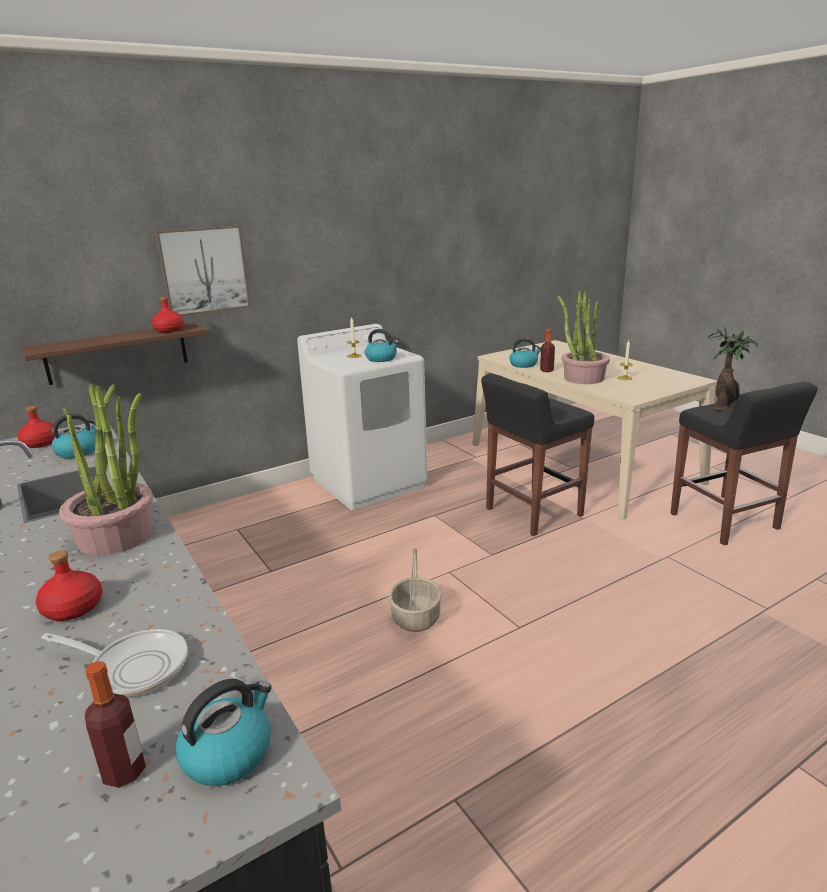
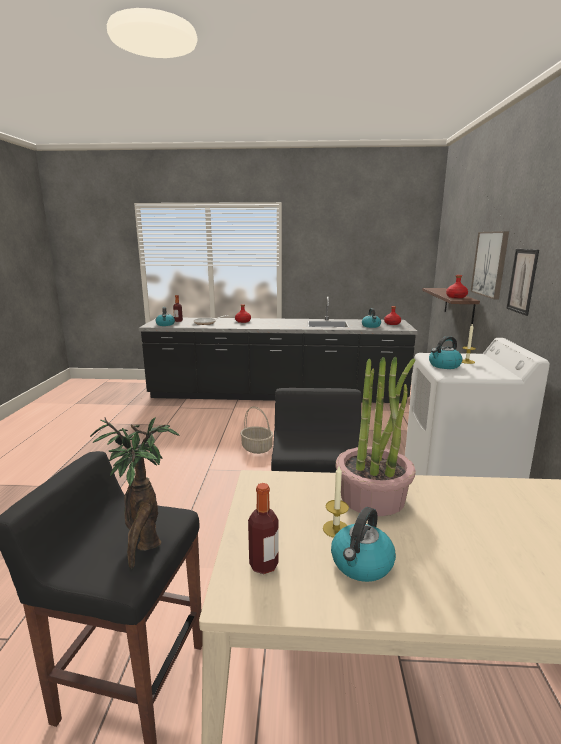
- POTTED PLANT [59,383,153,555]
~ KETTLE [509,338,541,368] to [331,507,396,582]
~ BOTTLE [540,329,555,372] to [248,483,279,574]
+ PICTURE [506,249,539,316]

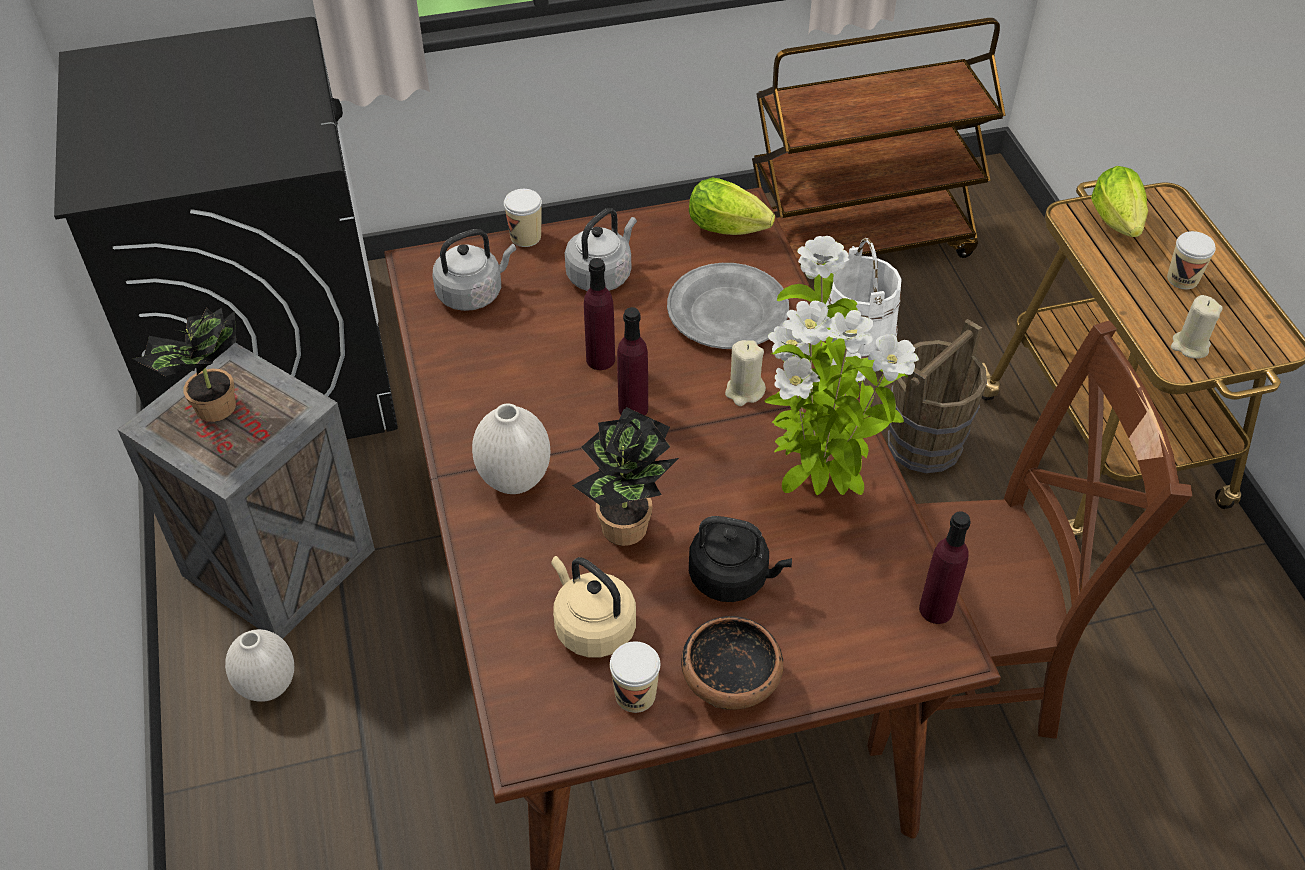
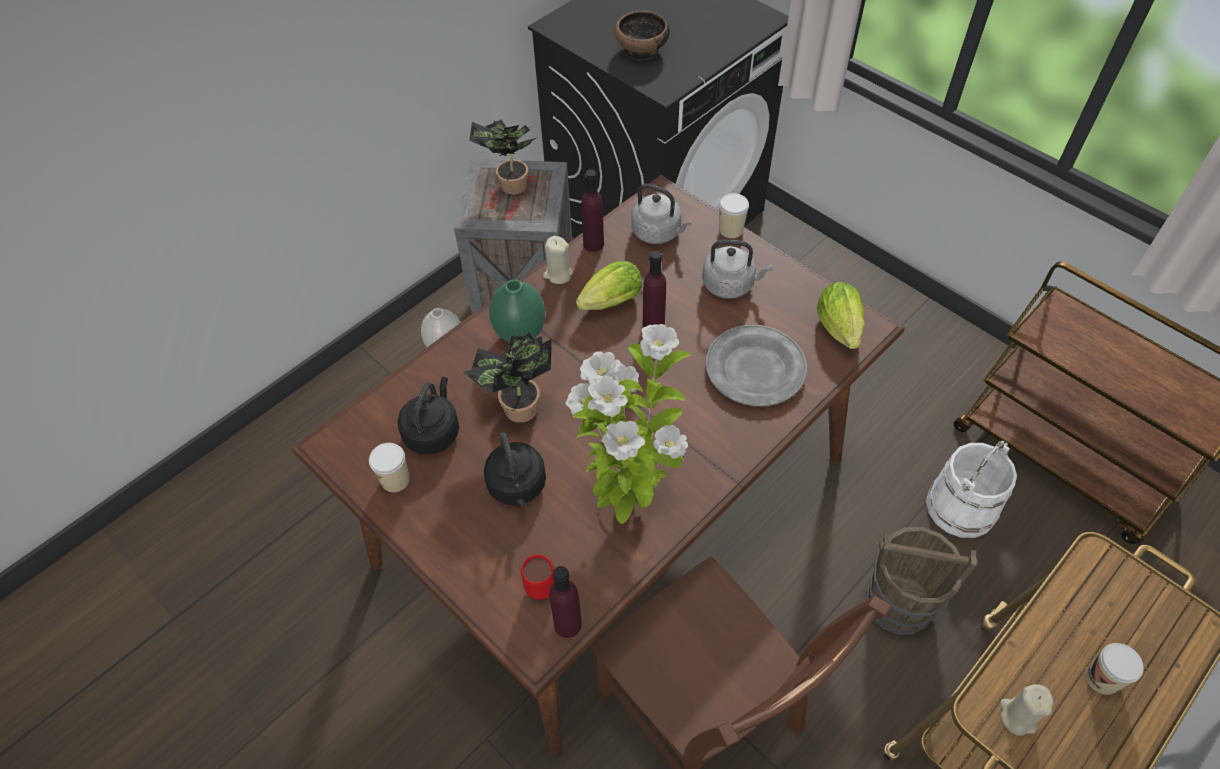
~ WHITE VASE [472,404,551,494] to GREEN VASE [489,279,545,343]
~ BEIGE KETTLE [551,556,636,658] to BLACK KETTLE [398,377,459,454]
~ PURPLE BOTTLE [617,307,648,415] to [581,169,604,252]
~ BOWL [681,616,783,710] to [614,11,670,60]
~ BEIGE CANDLE [725,340,766,406] to [543,236,573,284]
~ LETTUCE [1091,166,1148,237] to [576,261,642,310]
+ RED MUG [521,555,566,600]

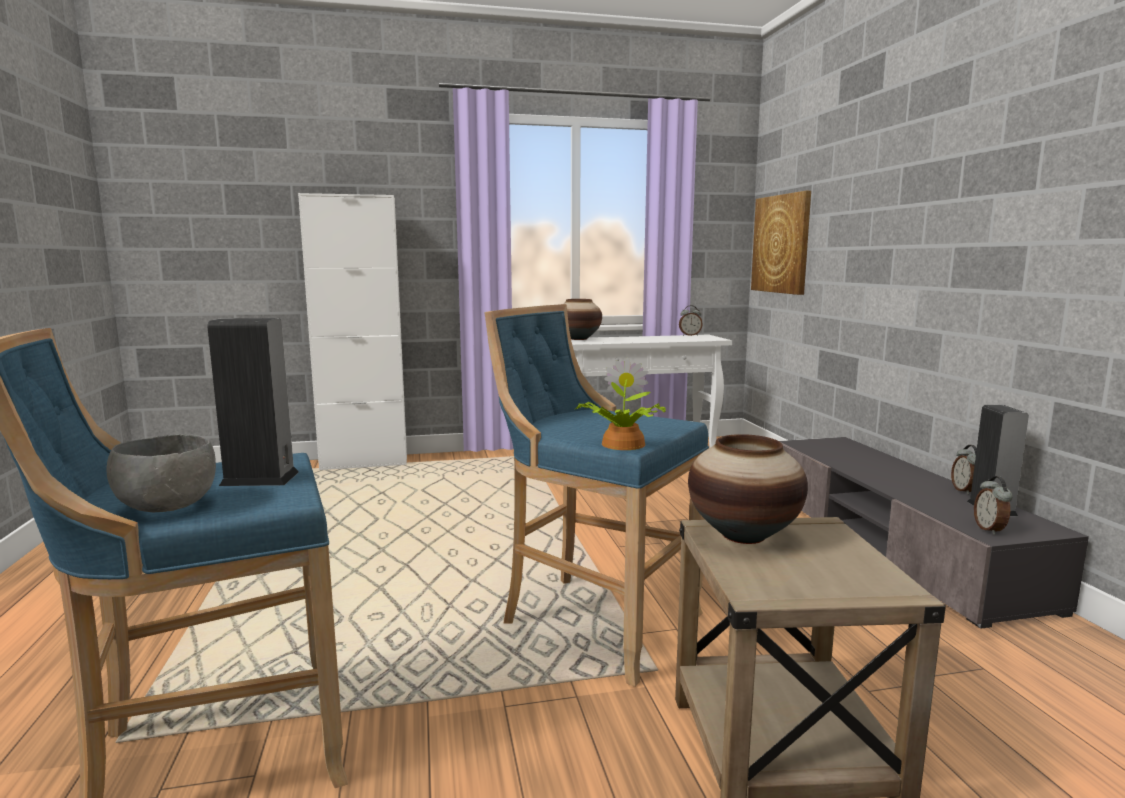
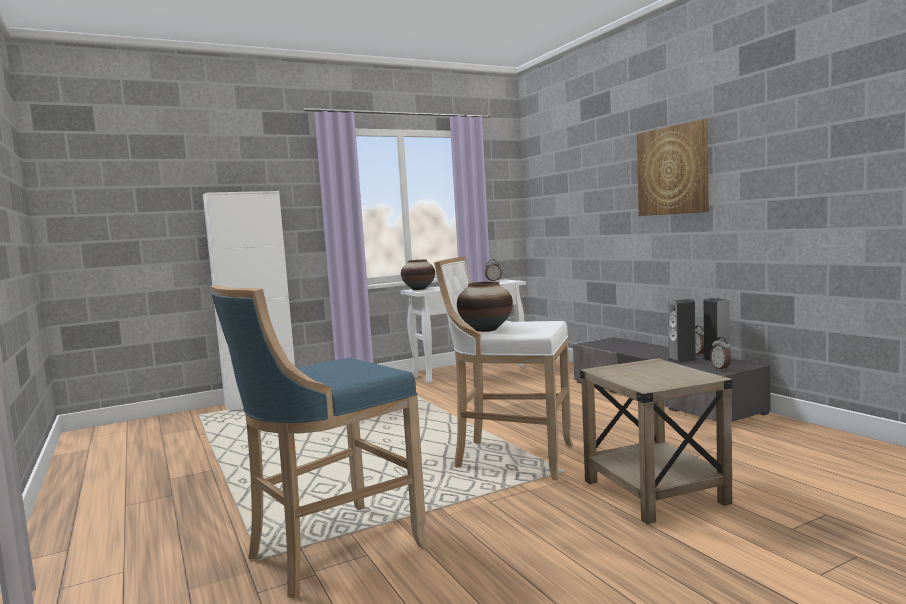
- GREY BOWL [107,434,216,513]
~ SPEAKER [208,318,299,486] to [668,299,698,363]
~ BLUE STOOL [484,304,709,687] to WHITE STOOL [434,257,573,480]
- POTTED PLANT [576,357,666,450]
~ VASE [688,434,808,544] to [457,281,513,332]
~ PICTURE [751,191,811,295] to [637,119,709,216]

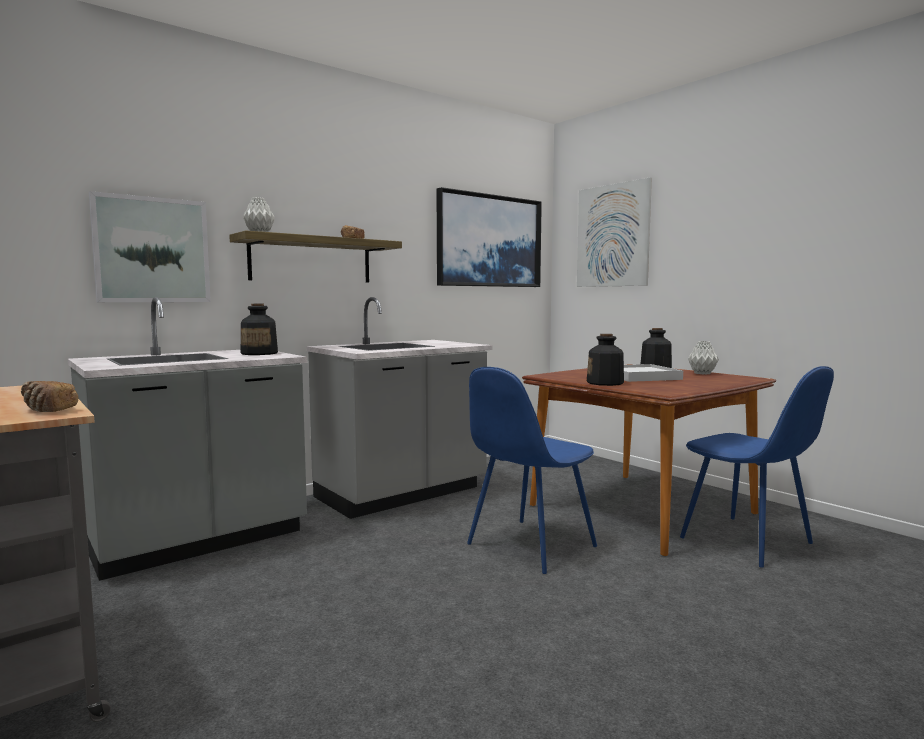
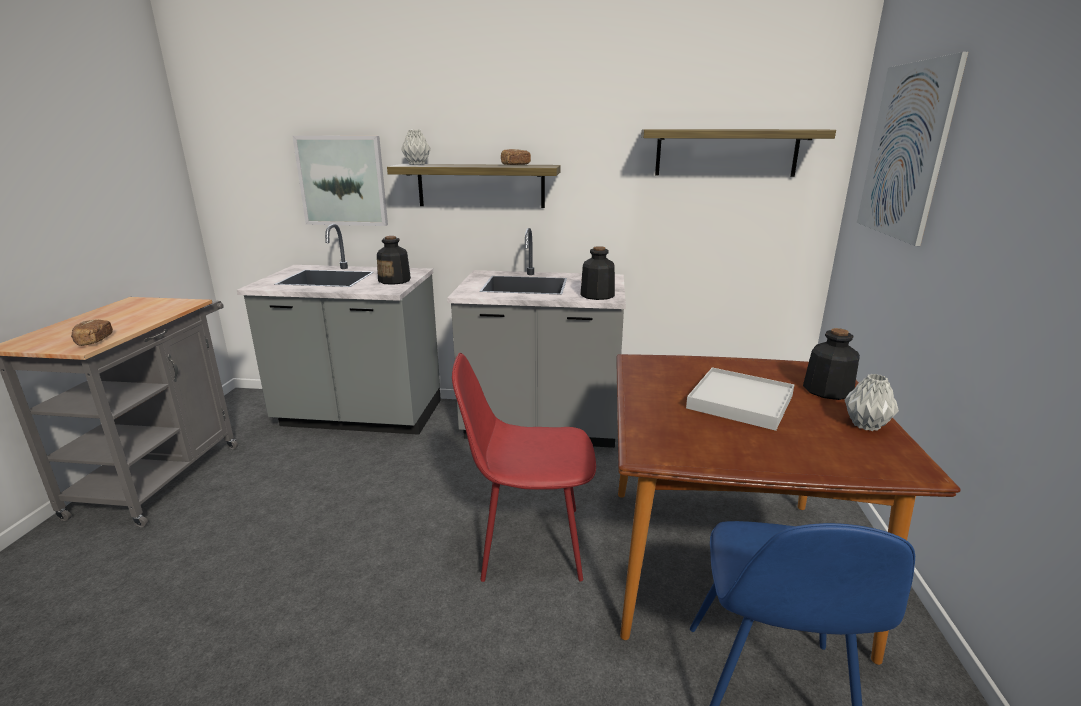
~ PICTURE [437,187,542,287] to SHELF [641,129,836,177]
~ BLUE CHAIR [467,367,597,574] to RED CHAIR [452,353,596,582]
~ BOTTLE [587,334,624,386] to [580,246,615,300]

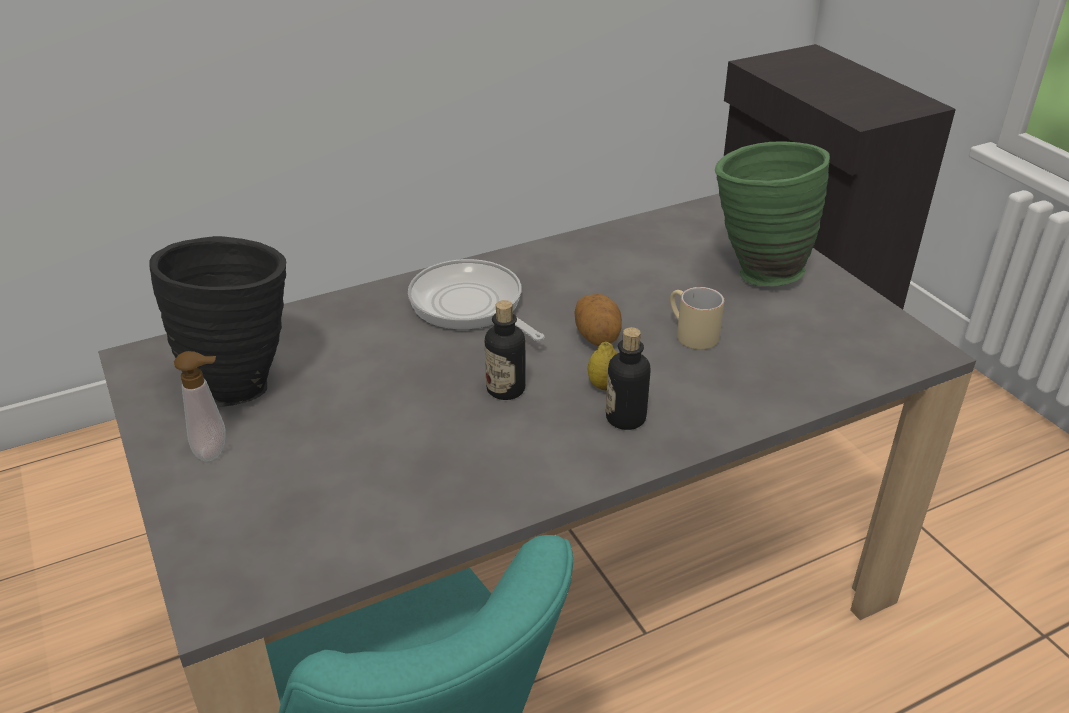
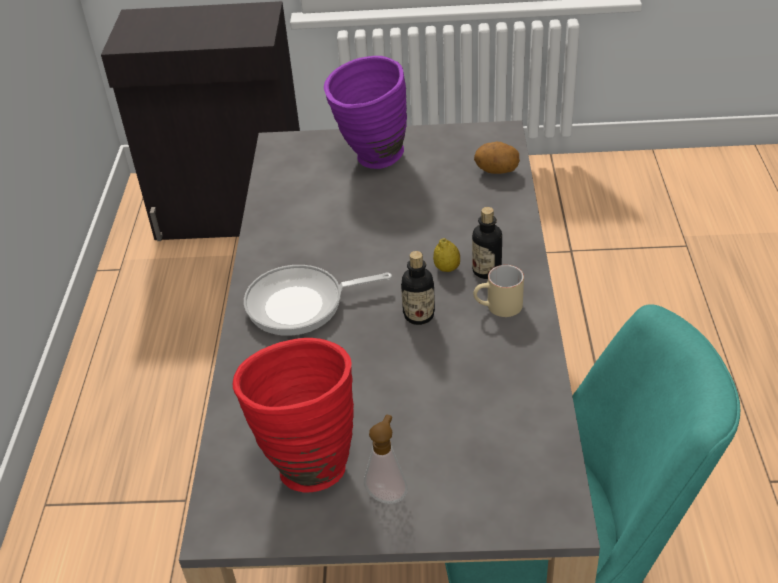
~ BLACK VASE [150,236,286,407] to RED VASE [233,338,354,492]
~ POTATO [575,294,622,346] to [474,142,520,174]
~ BEIGE MUG [670,287,724,350] to [473,265,524,317]
~ GREEN VASE [715,141,830,286] to PURPLE VASE [324,56,407,169]

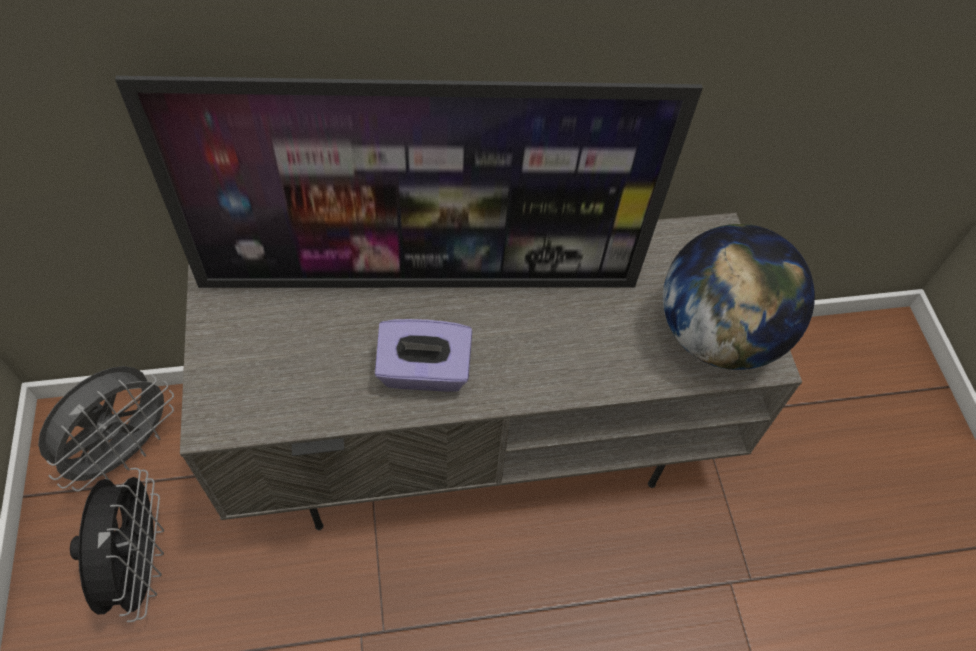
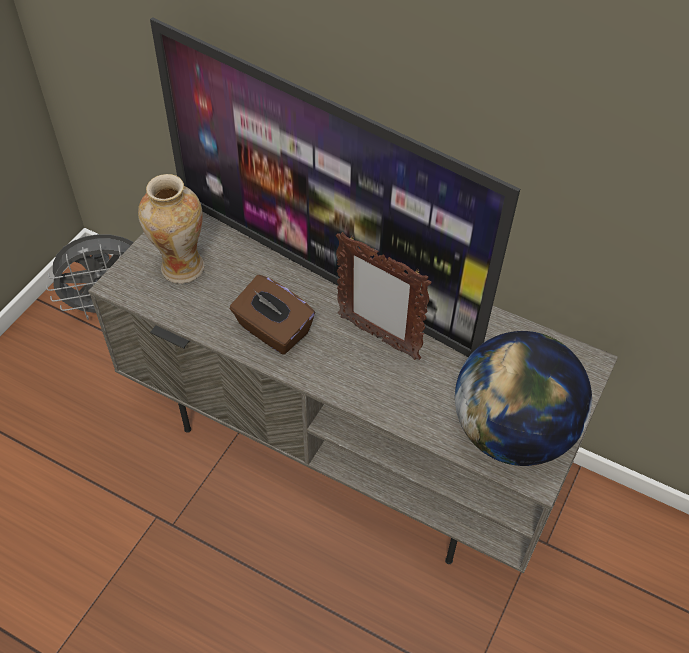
- BLACK FAN [70,468,164,622]
~ PURPLE TISSUE BOX [375,319,472,392] to BROWN TISSUE BOX [230,275,315,355]
+ VASE [138,174,204,284]
+ PICTURE FRAME [336,232,432,360]

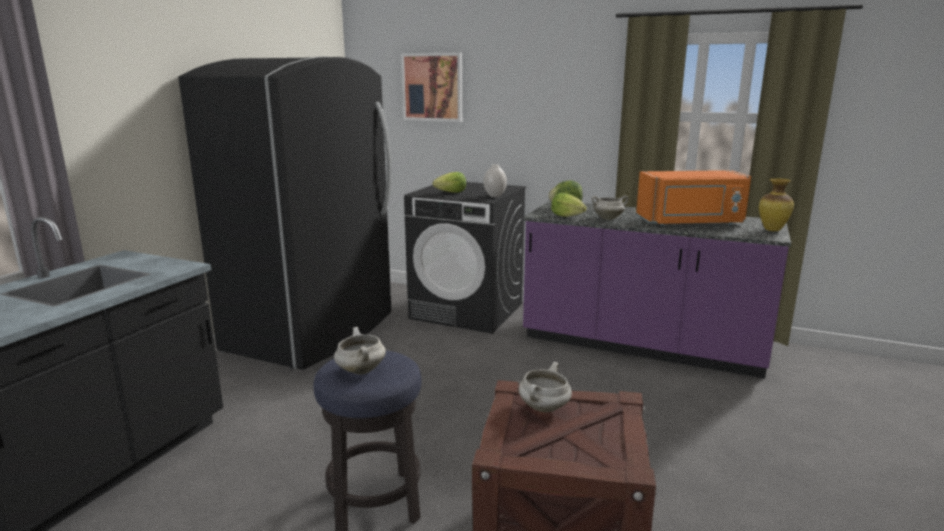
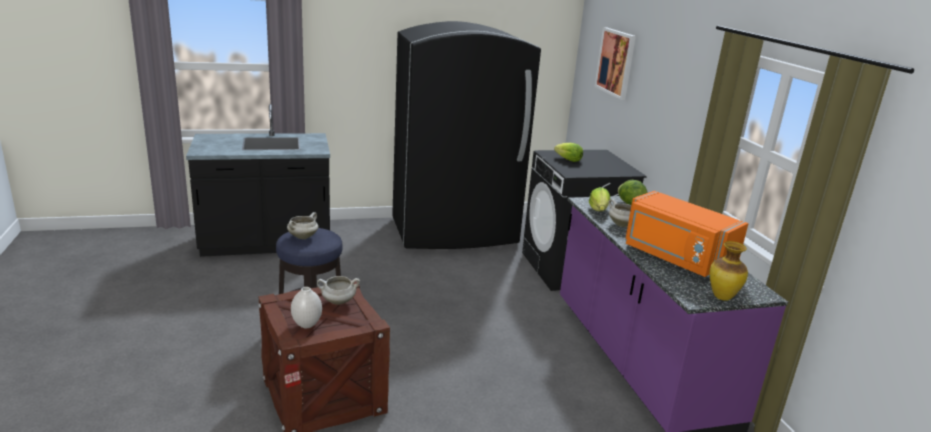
~ WHITE VASE [484,164,507,197] to [291,287,322,328]

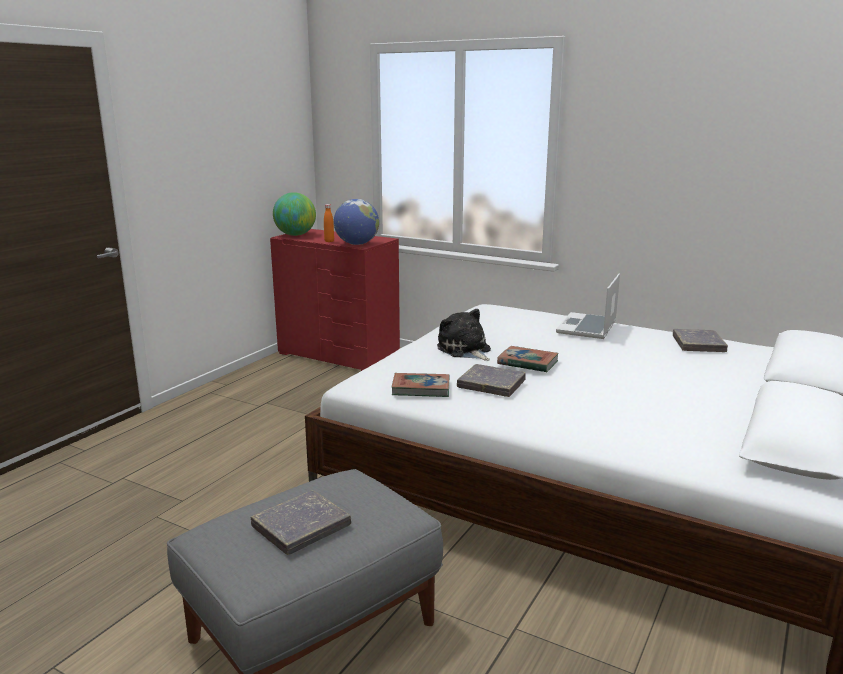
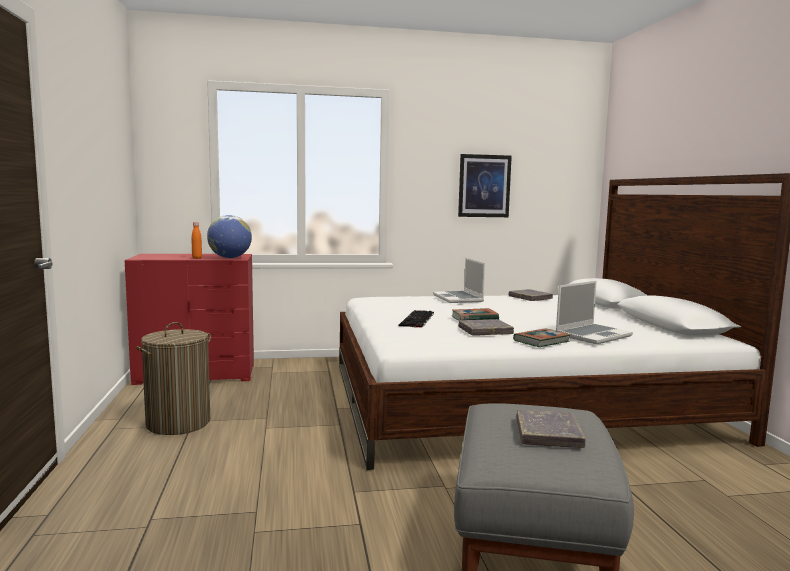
- GLOBE [273,192,316,236]
~ BOOK [392,373,449,397] to [513,328,571,347]
~ PLUSH TOY [437,309,491,361] to KEYBOARD [399,310,434,328]
+ LAUNDRY BASKET [136,322,211,435]
+ PICTURE [458,154,512,217]
+ LAPTOP [556,281,633,345]

